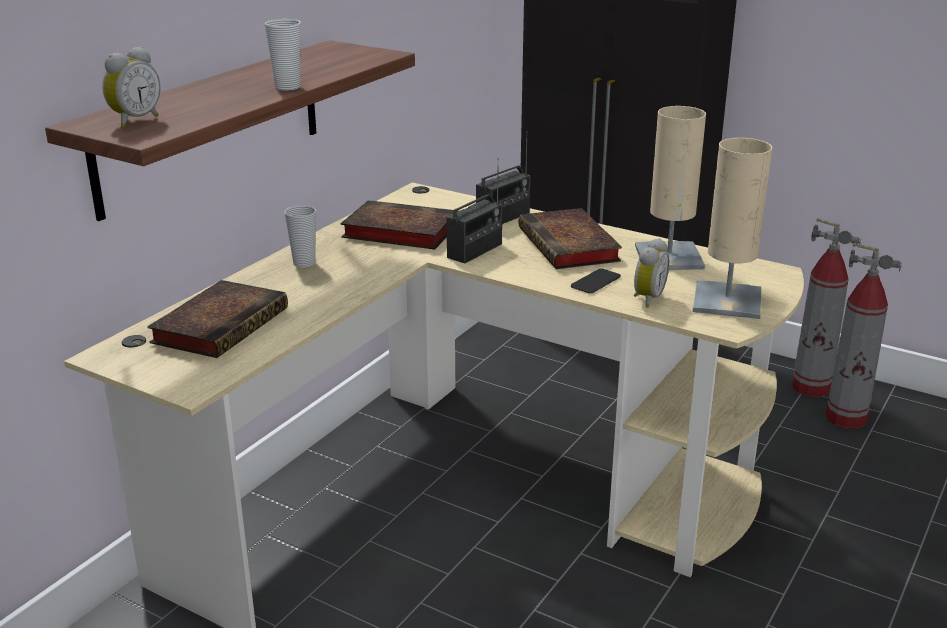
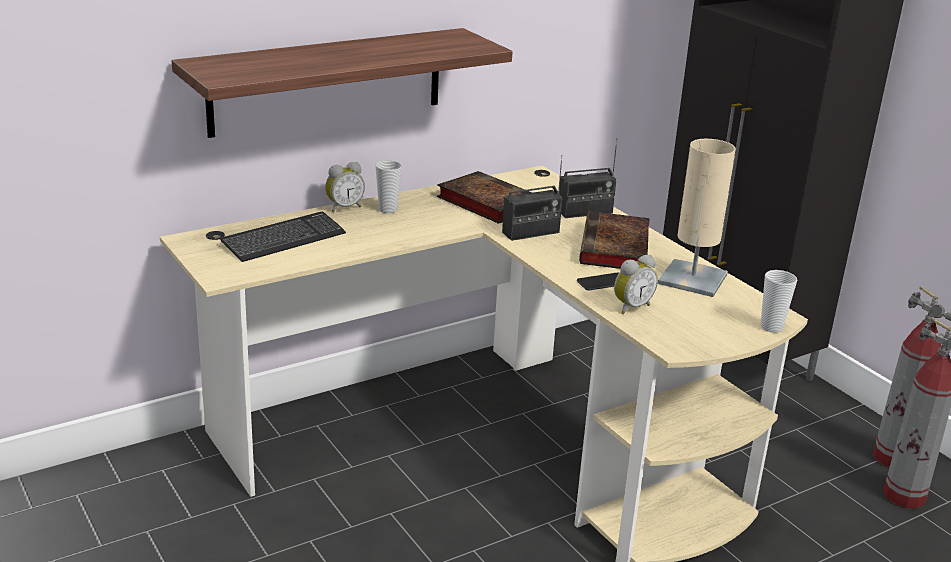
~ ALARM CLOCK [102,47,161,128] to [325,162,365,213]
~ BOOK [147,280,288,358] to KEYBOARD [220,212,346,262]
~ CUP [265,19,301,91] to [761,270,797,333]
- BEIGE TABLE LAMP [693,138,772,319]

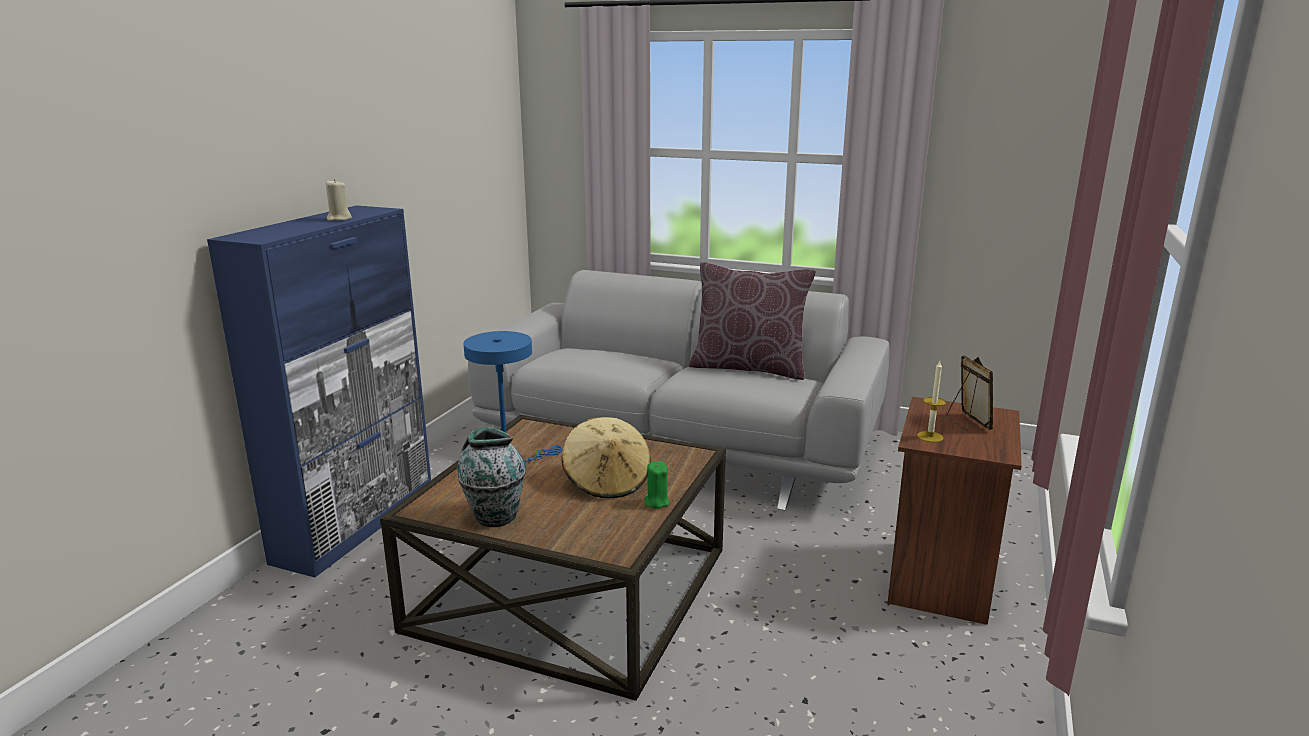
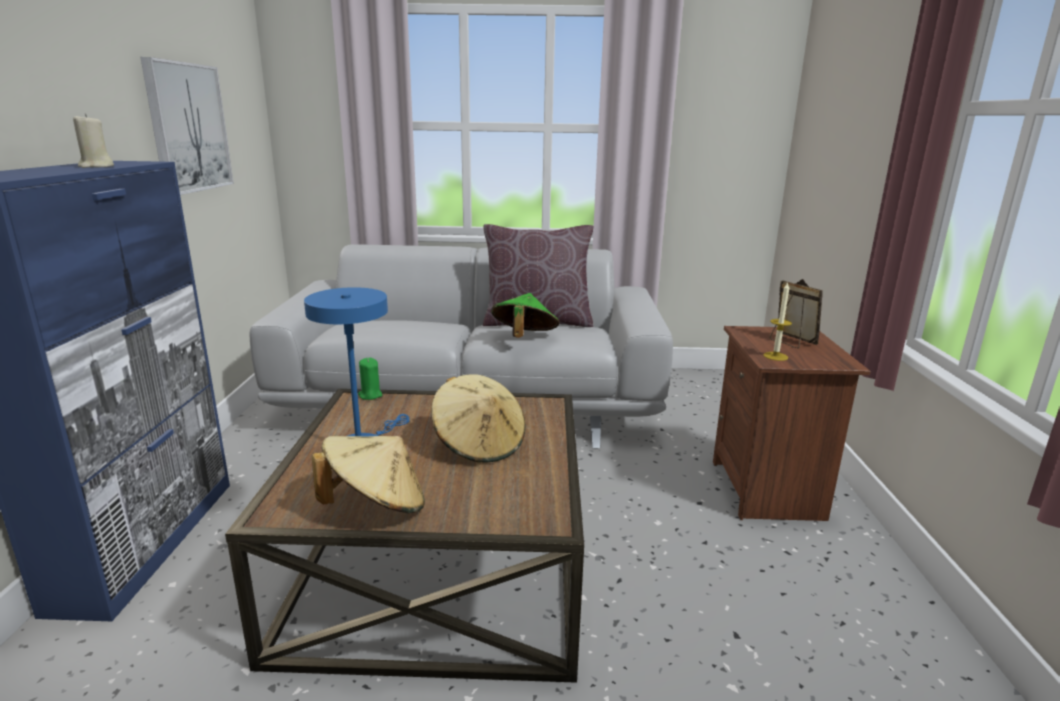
~ VASE [457,426,526,527] to BEIGE HAT [312,436,425,514]
~ GREEN CANDLE [644,461,669,509] to [358,358,382,400]
+ PICTURE [140,57,234,195]
+ GREEN HAT [491,293,559,338]

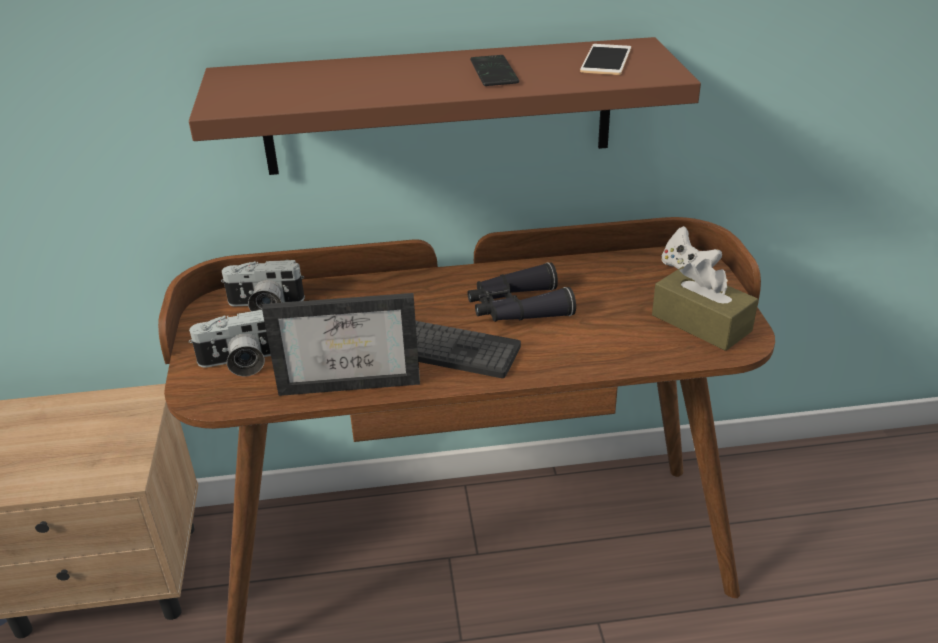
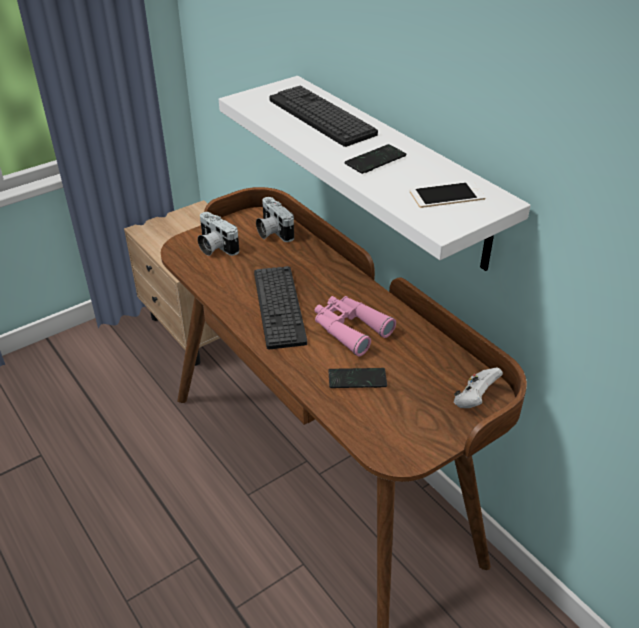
~ BROWN SHELF [189,37,701,175] to WHITE SHELF [219,76,531,271]
- PICTURE FRAME [262,293,420,396]
~ BLACK BINOCULARS [468,262,576,322] to PINK BINOCULARS [315,296,396,356]
- BROWN TISSUE BOX [652,259,758,351]
+ KEYBOARD [269,86,378,147]
+ PHONE [328,368,387,388]

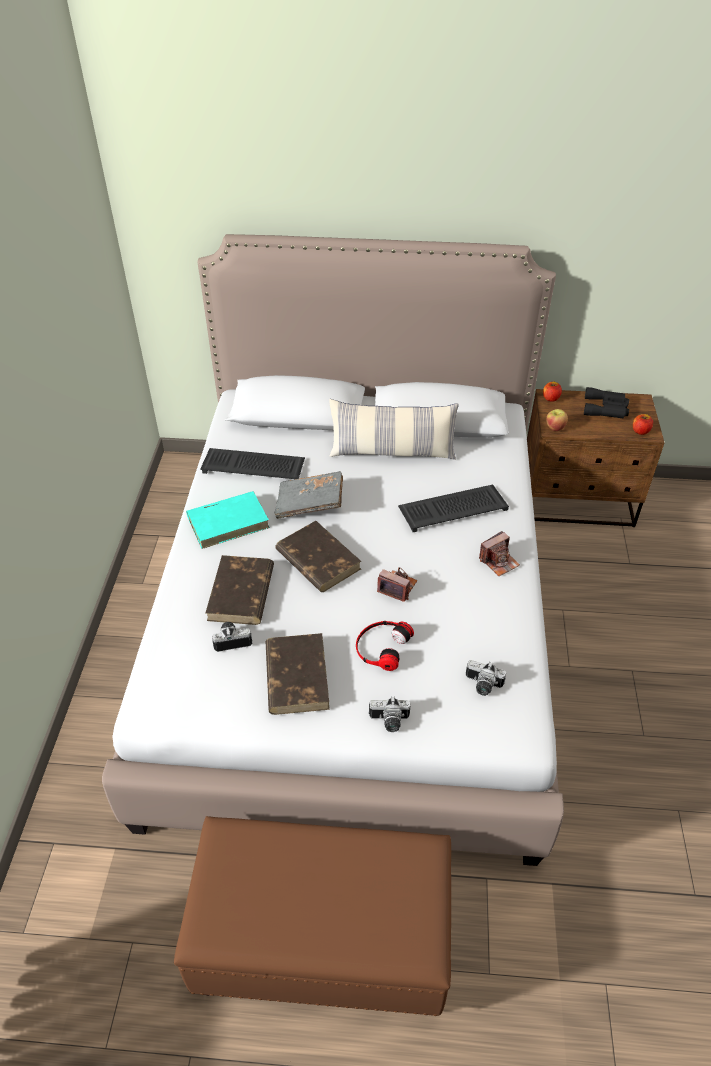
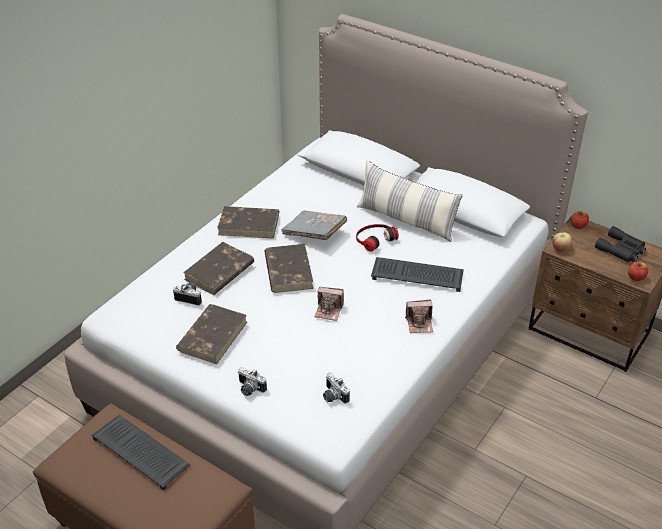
~ TURQUOISE BOOK [186,491,270,549] to BROWN BOOK [217,206,279,239]
~ KEYBOARD [200,448,305,479] to [92,414,190,491]
~ HEADPHONES [356,621,414,671] to [356,224,399,251]
~ PHOTO CAMERA [377,567,417,602] = [315,287,344,321] 135 degrees clockwise

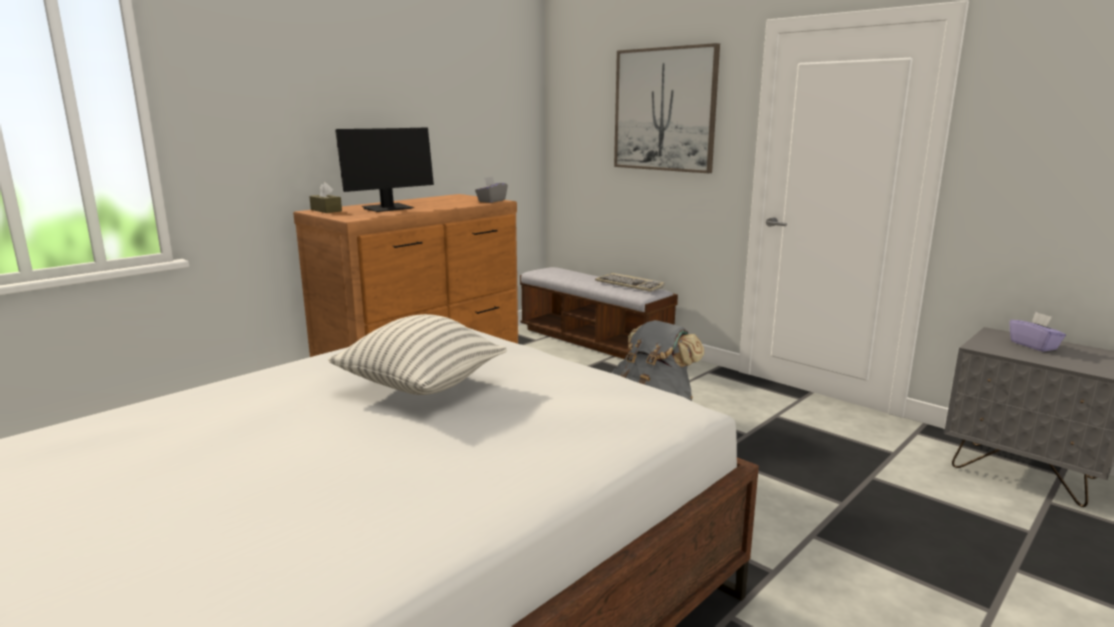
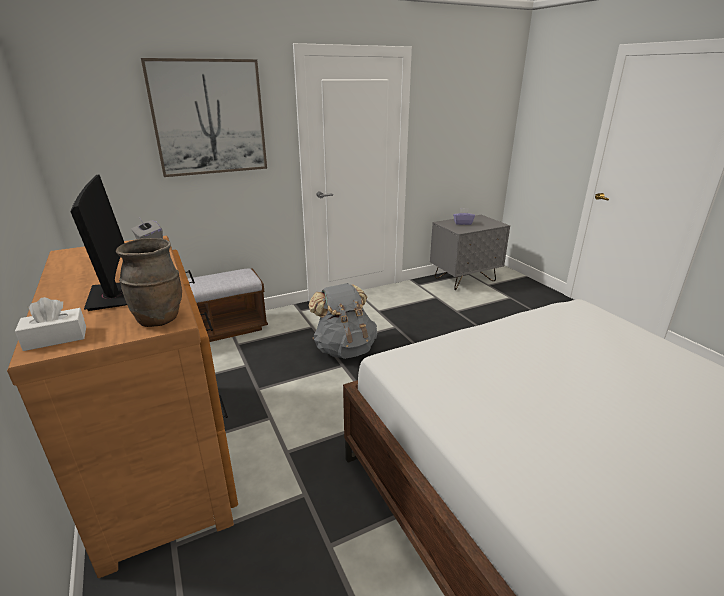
~ BROWN TISSUE BOX [309,183,342,213] to WHITE TISSUE BOX [15,297,86,351]
- PILLOW [328,314,507,395]
- KEYBOARD [595,273,665,292]
+ BROWN VASE [116,238,182,327]

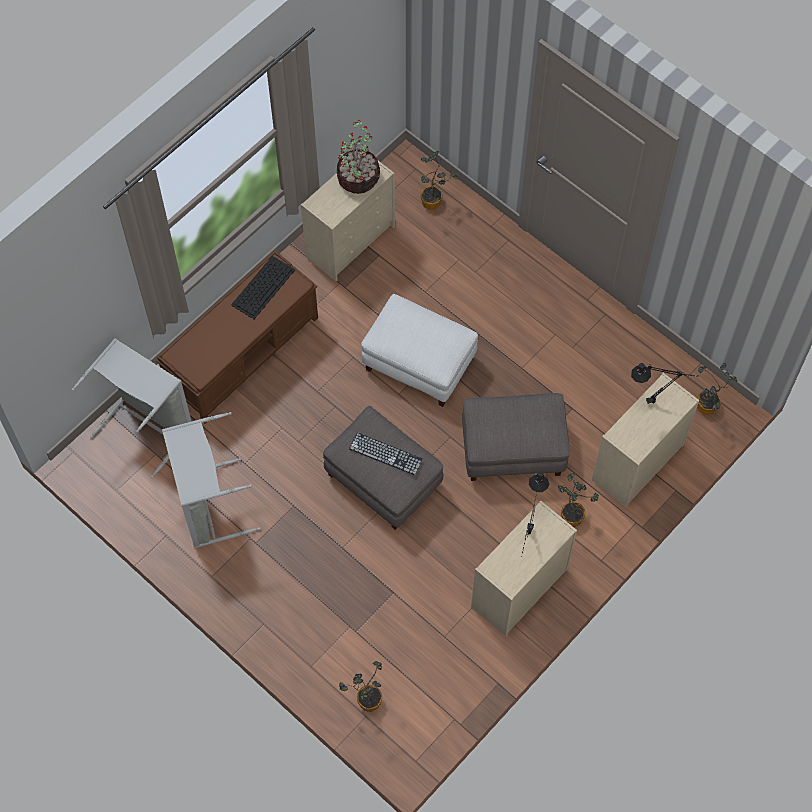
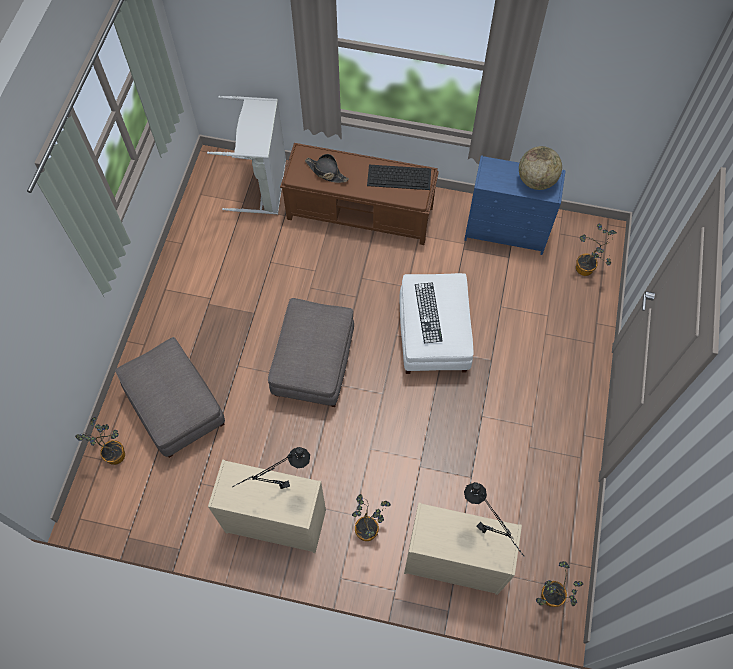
- GREY LAUNDRY BASKET [162,412,261,548]
~ BEIGE DRESSER [301,161,395,281] to BLUE DRESSER [464,155,566,255]
~ POTTED PLANT [337,119,380,194] to GLOBE [519,146,562,190]
~ KEYBOARD [349,433,422,475] to [415,283,443,343]
~ GREY OTTOMAN [462,393,570,481] to [115,337,225,458]
+ BLACK HAT [305,154,349,183]

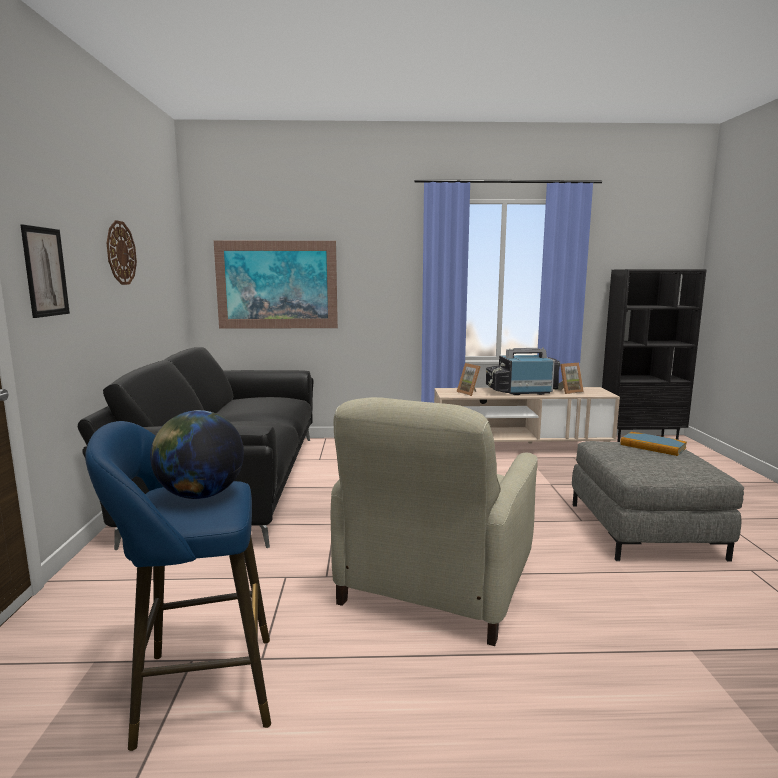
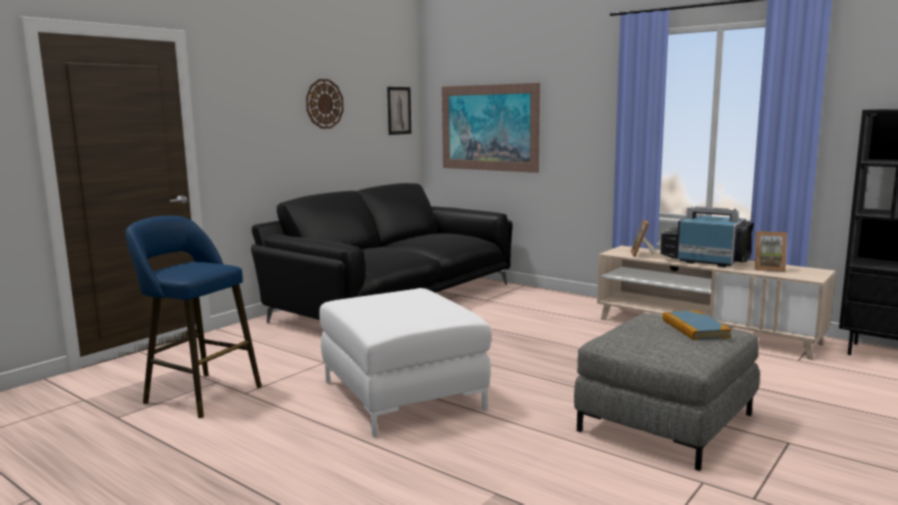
~ PICTURE [20,224,70,318] to [387,87,411,135]
- GLOBE [150,410,244,499]
~ BEIGE ARMCHAIR [330,397,538,646] to WHITE OTTOMAN [319,288,491,437]

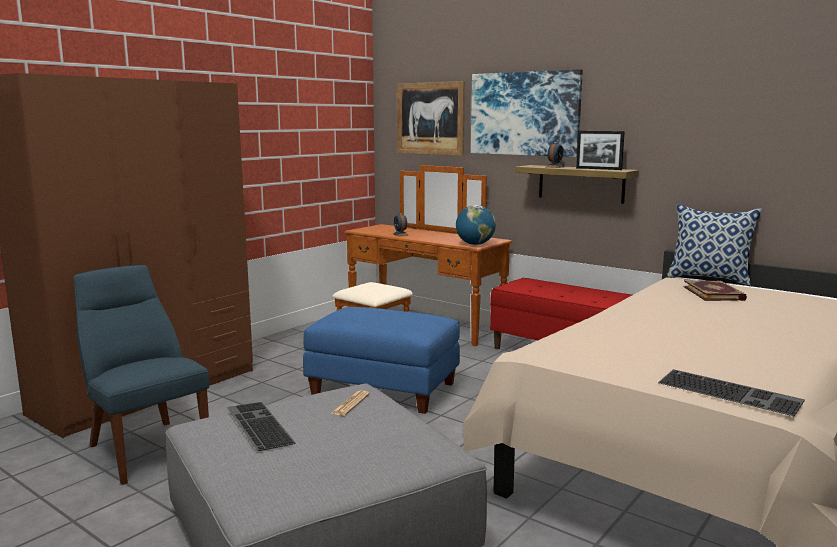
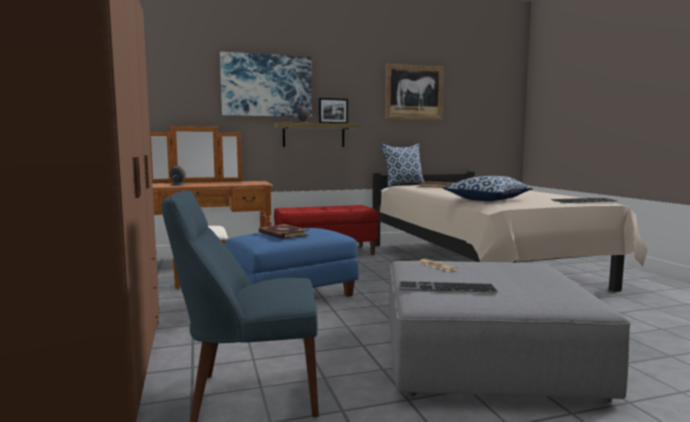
~ PICTURE [396,81,465,156] to [385,64,444,120]
- GLOBE [456,205,496,245]
+ BOOK [259,224,308,239]
+ PILLOW [443,176,533,201]

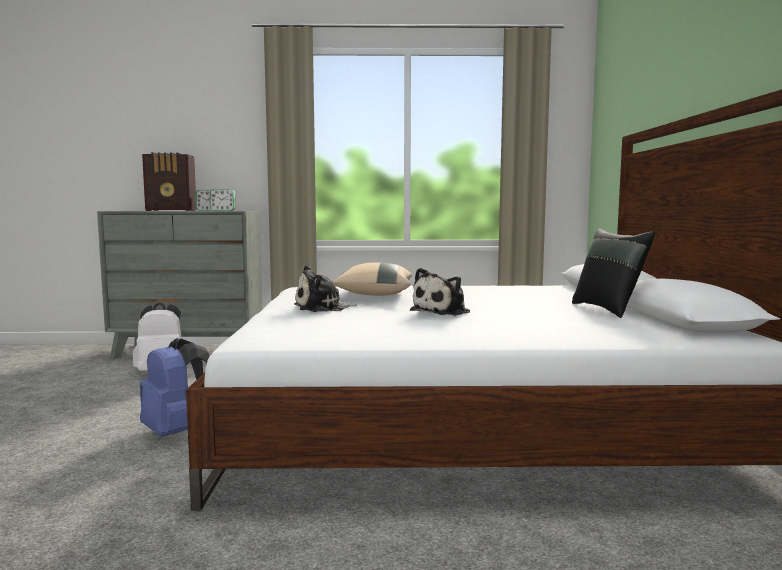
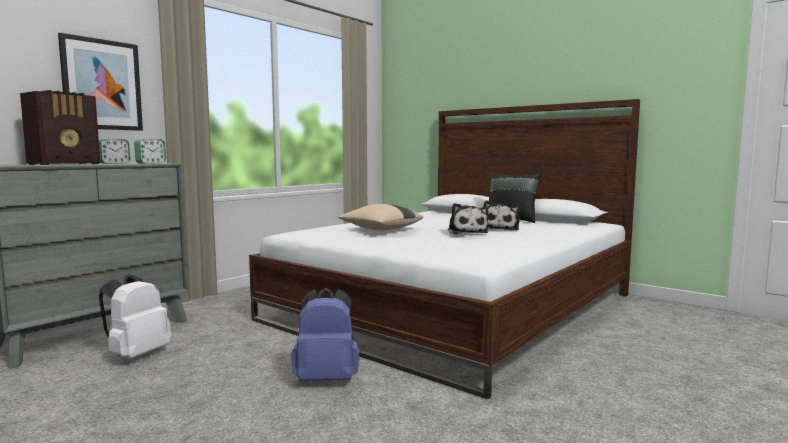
~ PLUSH TOY [294,265,357,312] to [483,200,520,230]
+ PICTURE [58,33,143,131]

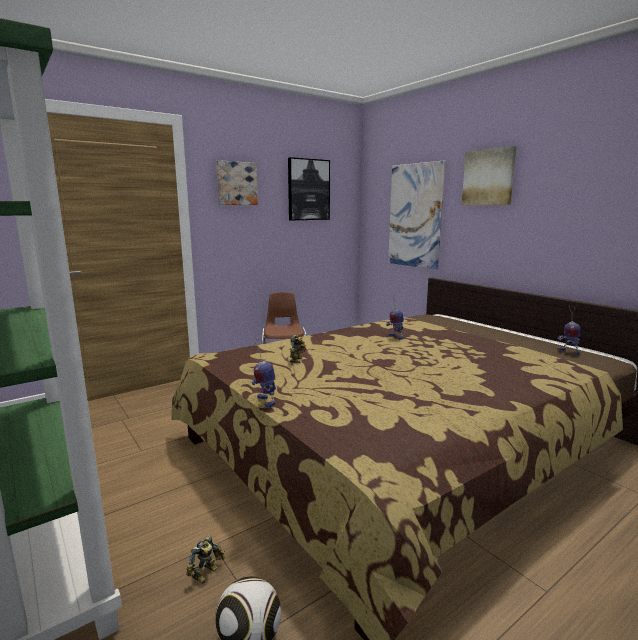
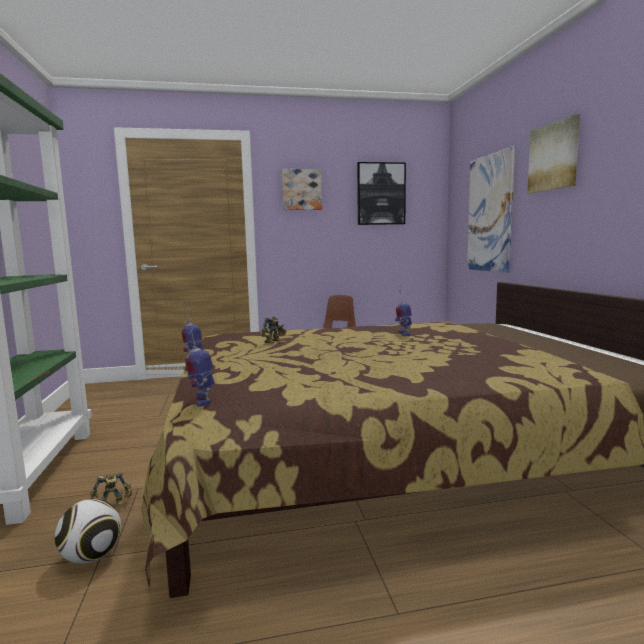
~ TOY ROBOT [557,305,581,355] to [185,319,215,407]

